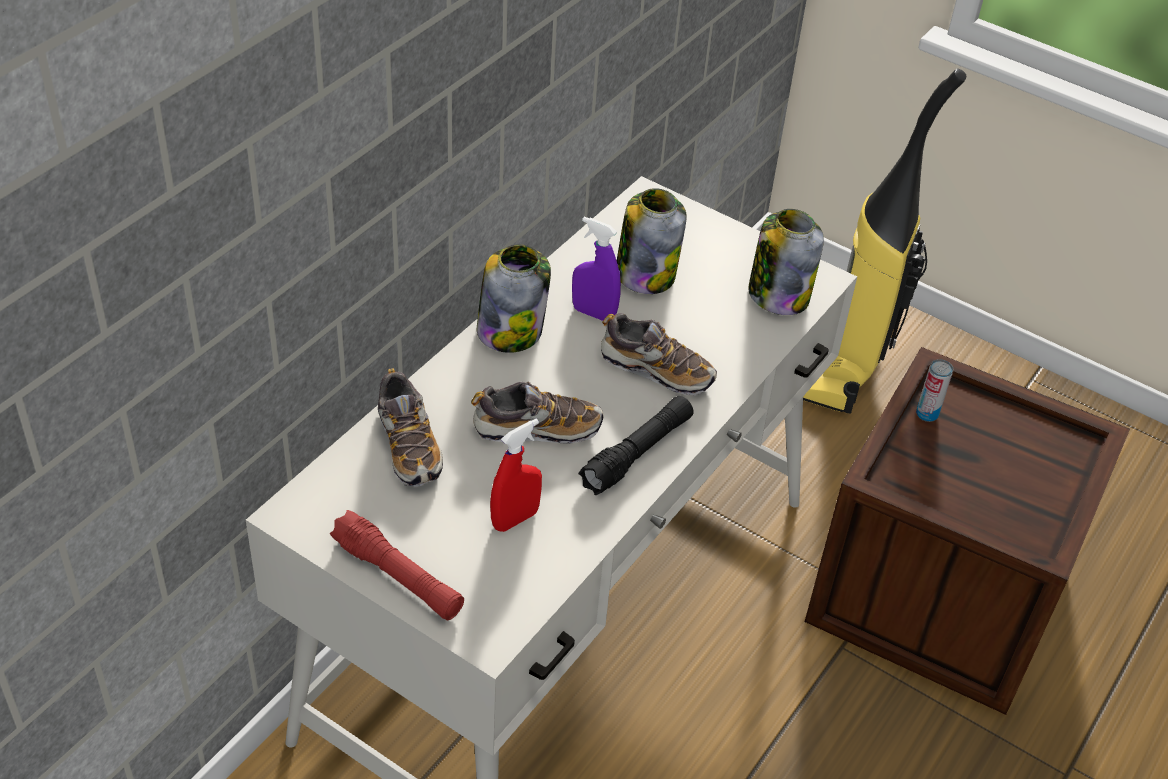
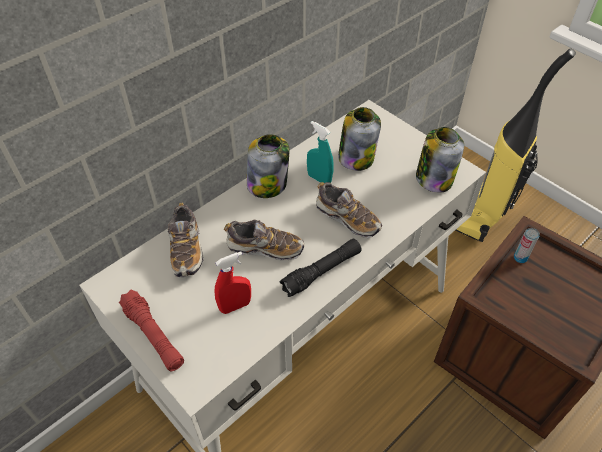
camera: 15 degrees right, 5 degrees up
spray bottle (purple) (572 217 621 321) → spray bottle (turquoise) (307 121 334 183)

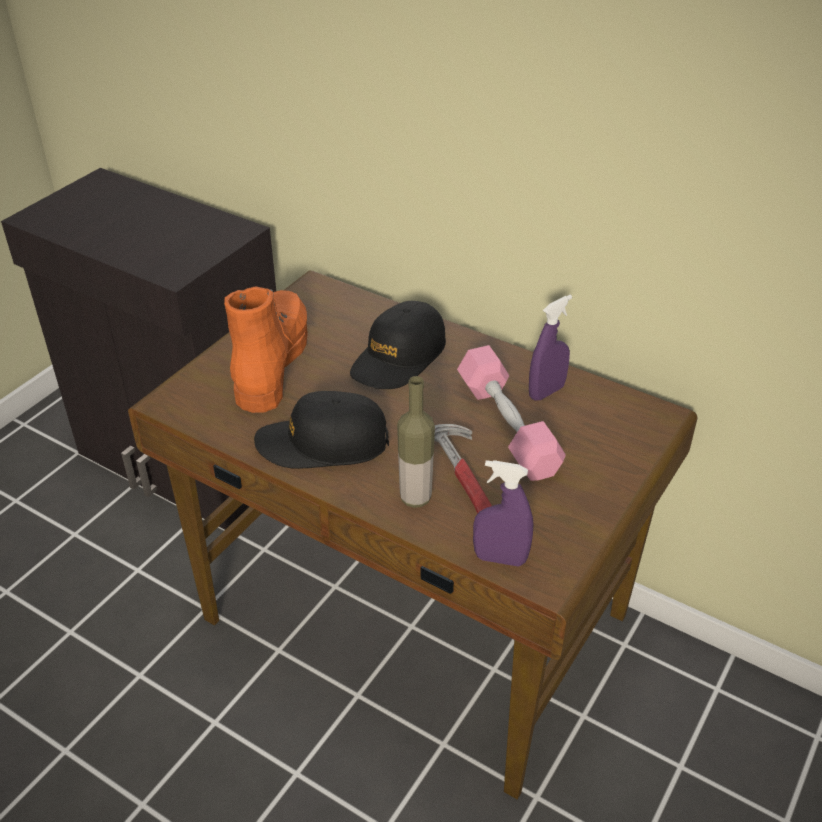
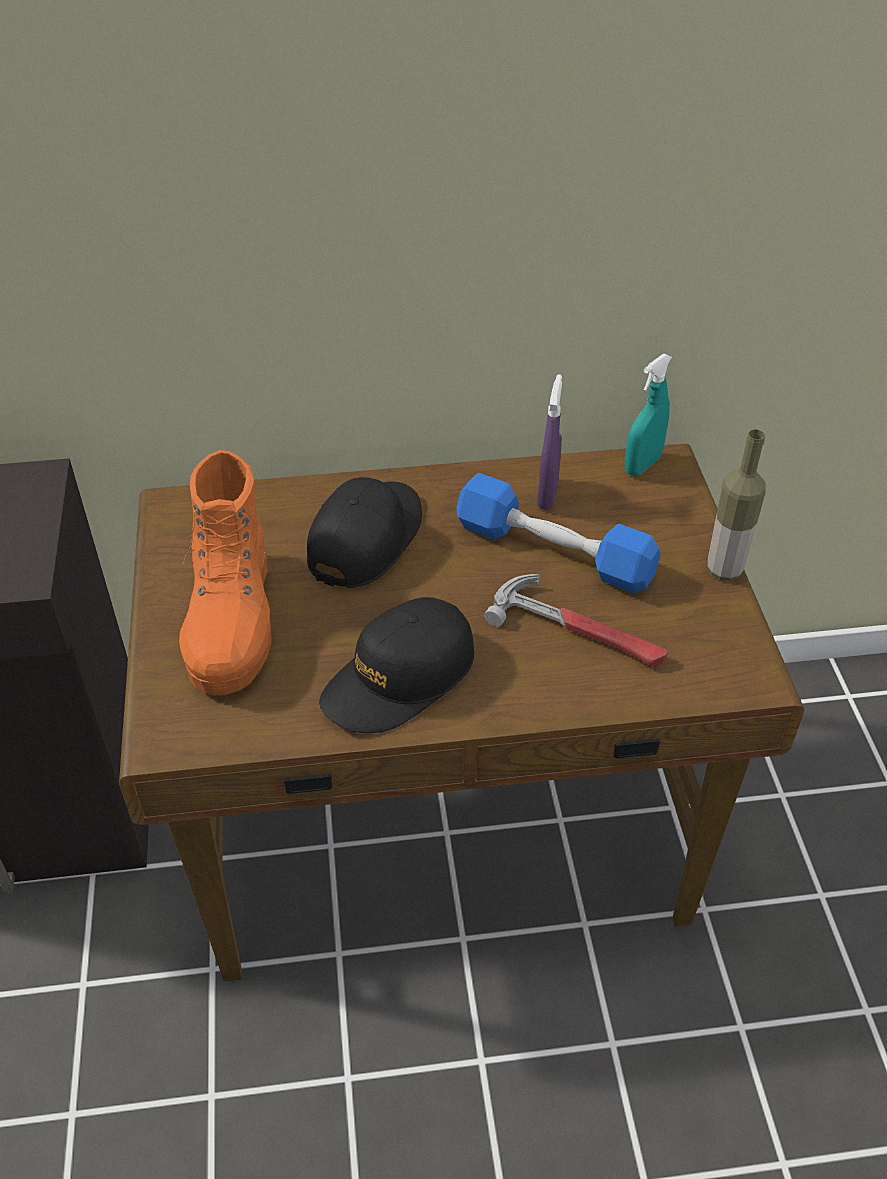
camera: 40 degrees left, 5 degrees up
boot (orange) (224 286 308 413) → boot (orange) (179 450 272 695), 150 degrees counterclockwise
cap (black) (350 301 446 389) → cap (black) (307 477 422 588), 150 degrees counterclockwise
dumbbell (pink) (457 345 566 481) → dumbbell (blue) (456 473 660 593)
- → spray bottle (turquoise) (625 353 672 476)
bottle (397 376 435 508) → bottle (707 429 766 581), relocated
spray bottle (purple) (473 460 533 567) → -

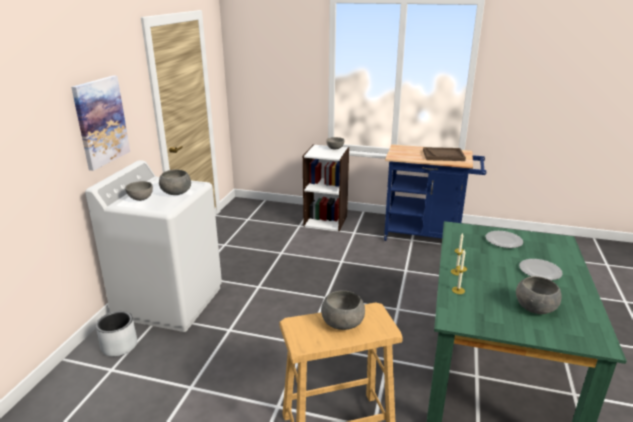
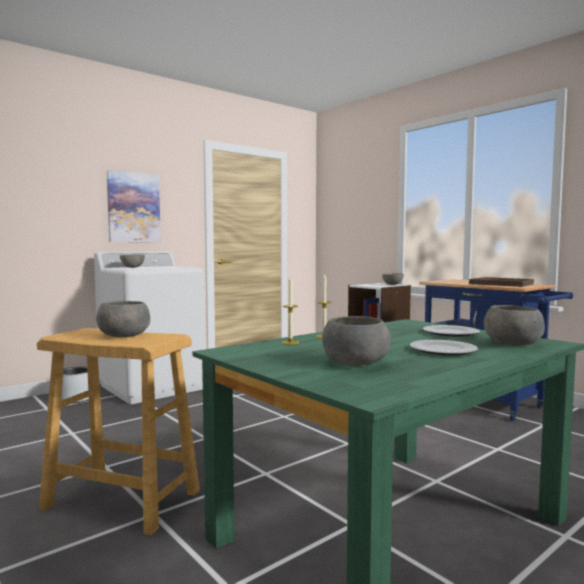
camera: 35 degrees right, 20 degrees down
bowl (grey) (159 170 191 195) → bowl (grey) (484 305 545 346), relocated

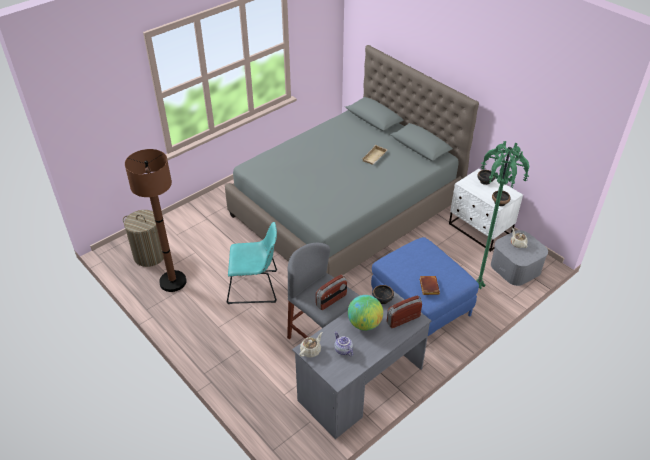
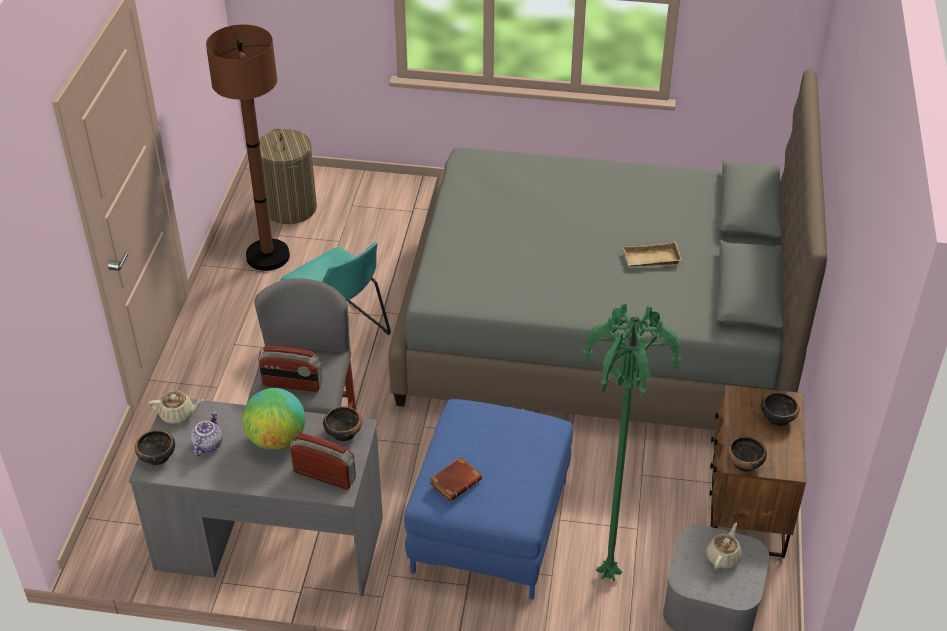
camera: 50 degrees right, 0 degrees up
- → bowl (135 430 175 466)
nightstand (white) (449 169 523 252) → nightstand (brown) (709 385 806 558)

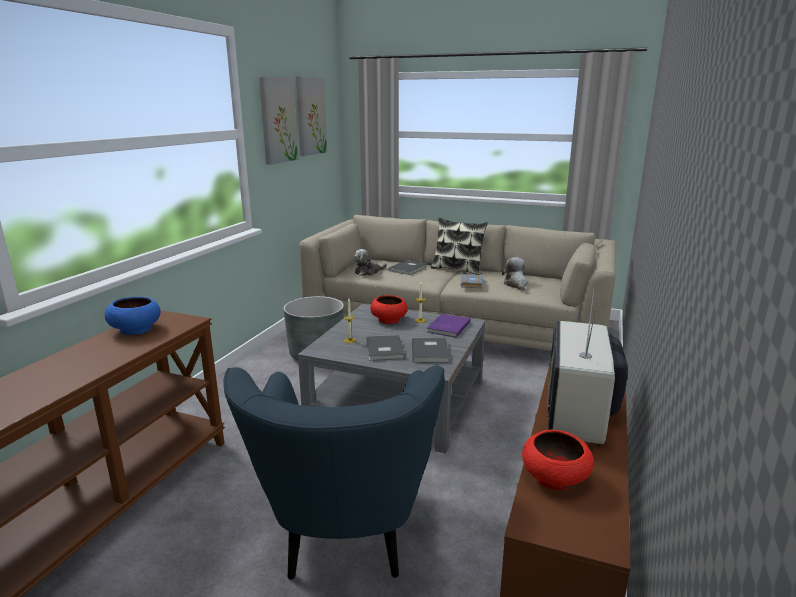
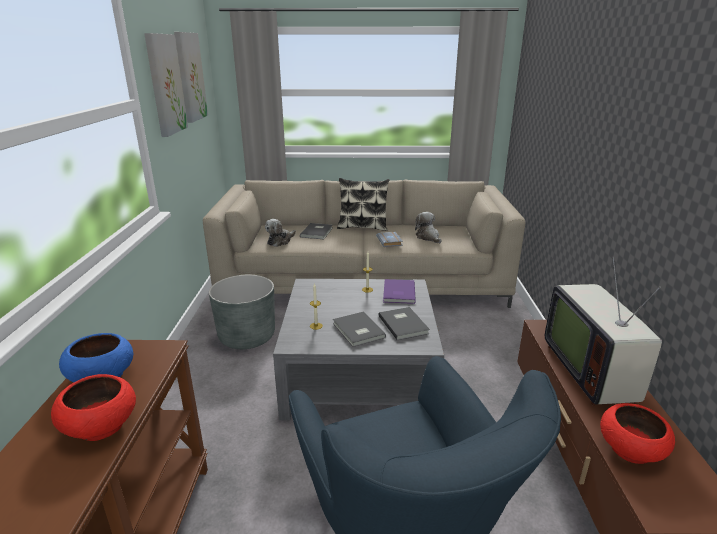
camera: 20 degrees left, 5 degrees up
bowl (red) (370 295 408 324) → bowl (red) (51 374 136 441), relocated

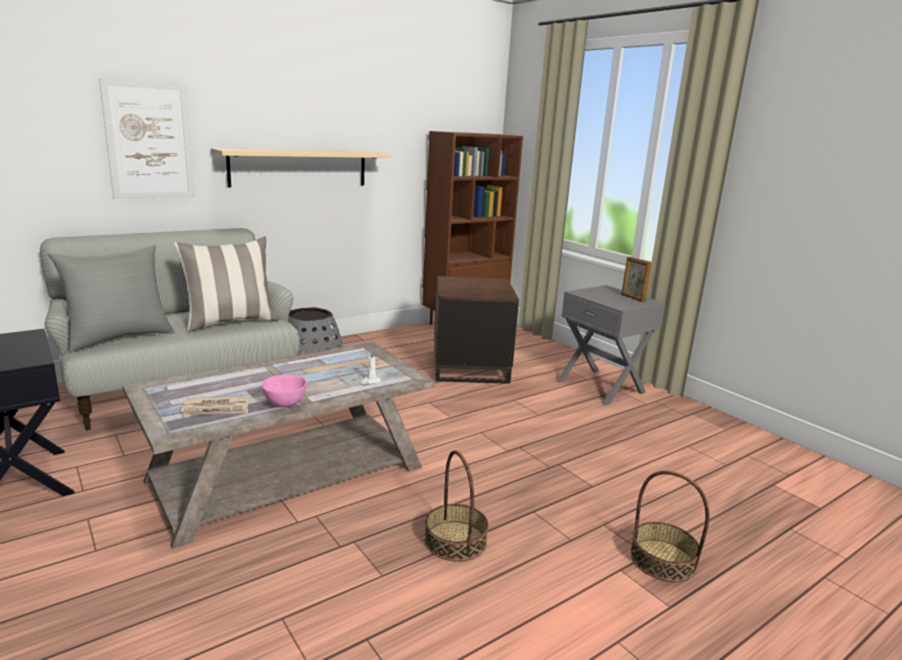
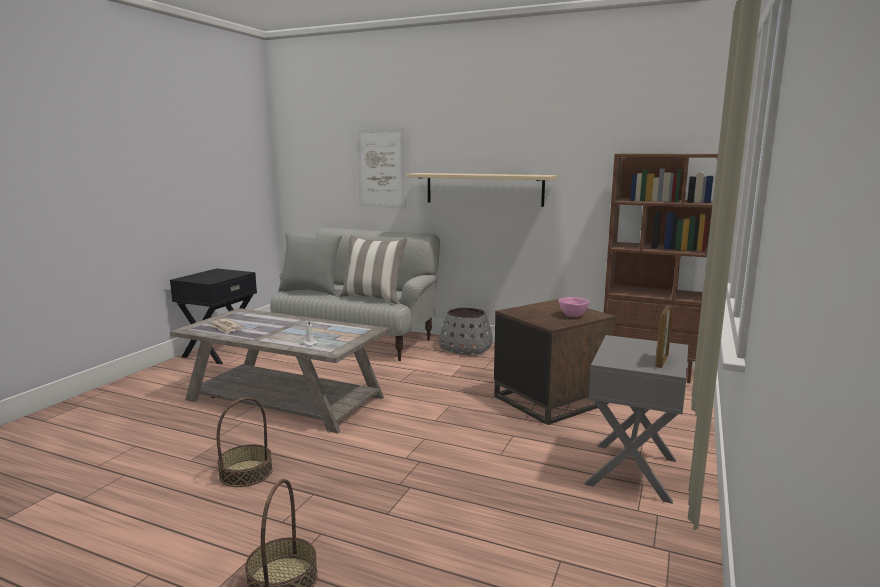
camera: 60 degrees right, 5 degrees down
bowl (pink) (262 375 307 407) → bowl (pink) (559 297 589 317), relocated

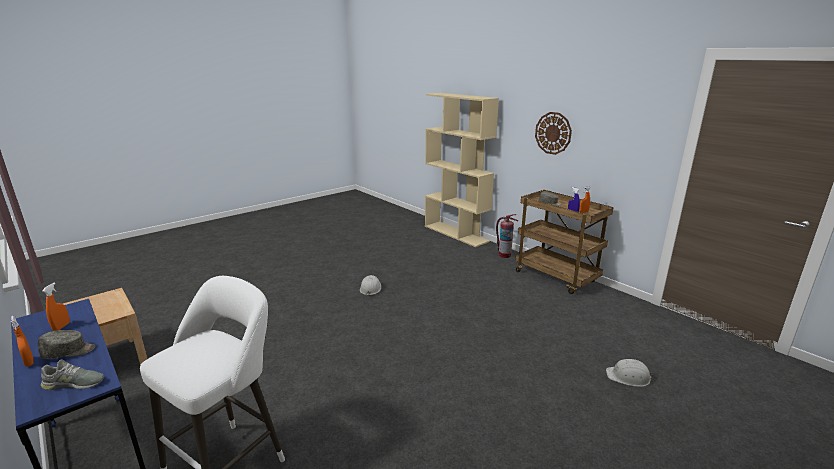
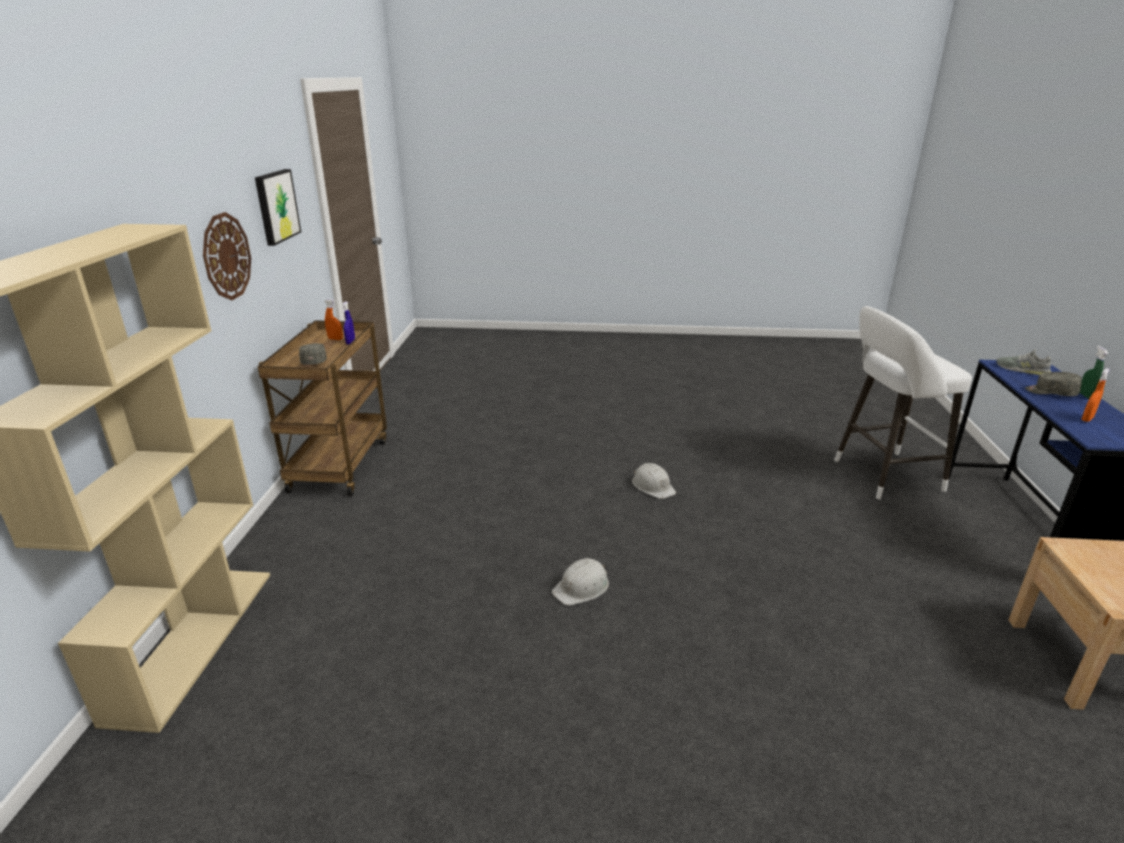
camera: 135 degrees left, 5 degrees up
- → picture (255 169 301 246)
hard hat (white) (606 359 653 387) → hard hat (white) (632 463 676 499), relocated
spray bottle (orange) (11 316 33 367) → spray bottle (green) (1080 346 1108 399)
fire extinguisher (496 214 518 258) → -

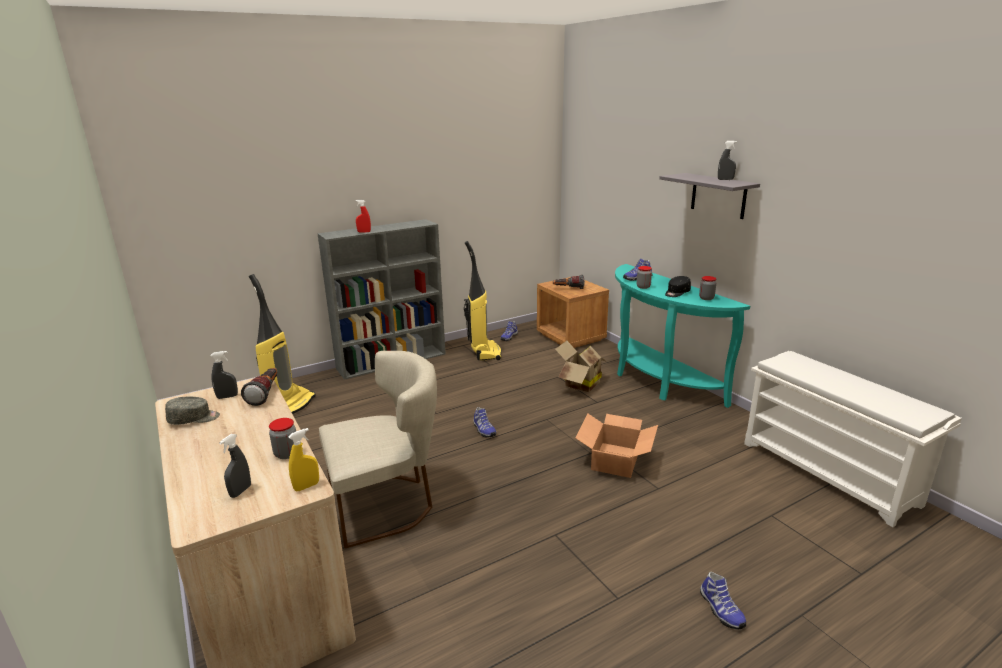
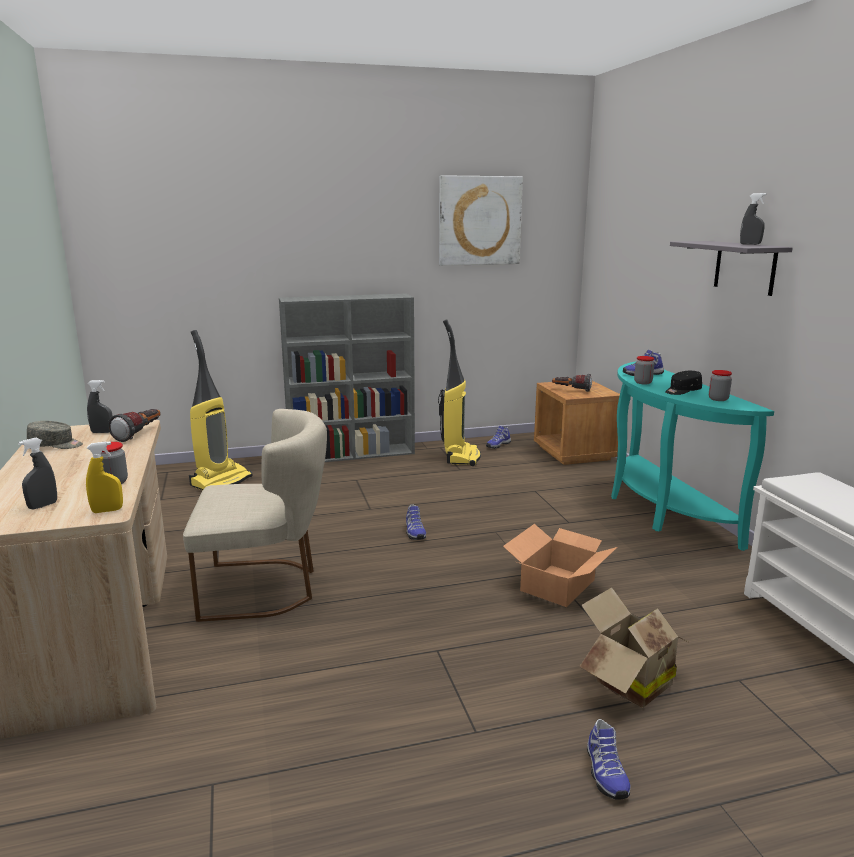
camera: 15 degrees right, 5 degrees down
- → picture (439 175 523 266)
cardboard box (555 341 607 392) → cardboard box (579 587 692 708), relocated
spray bottle (red) (355 200 371 233) → -

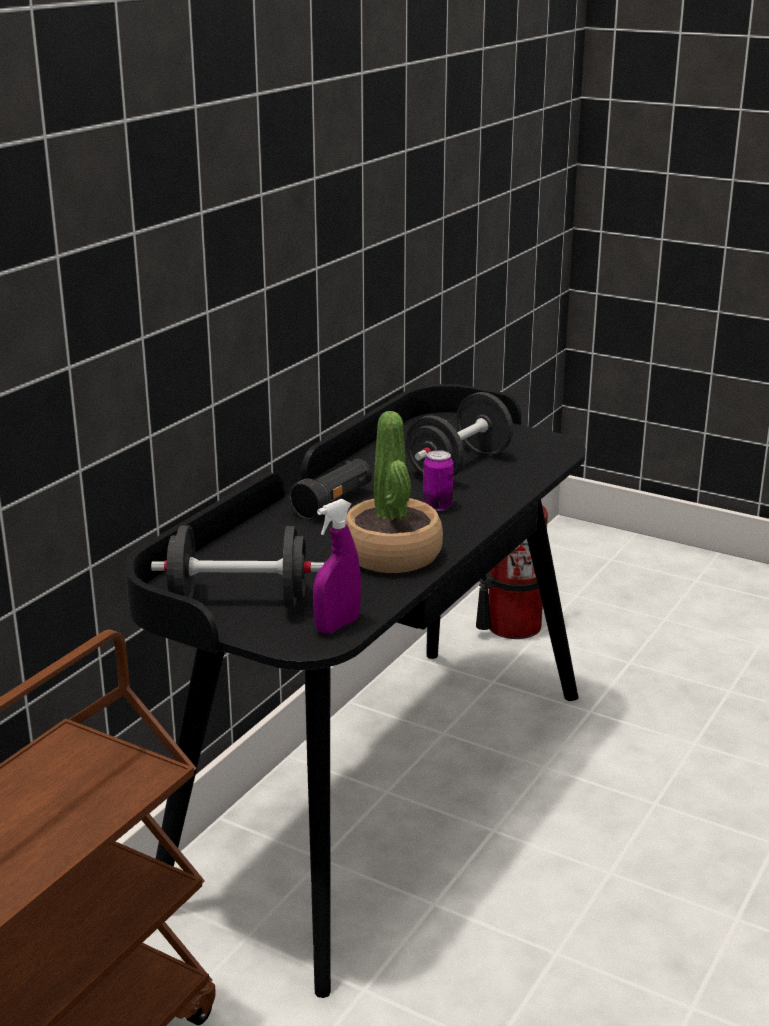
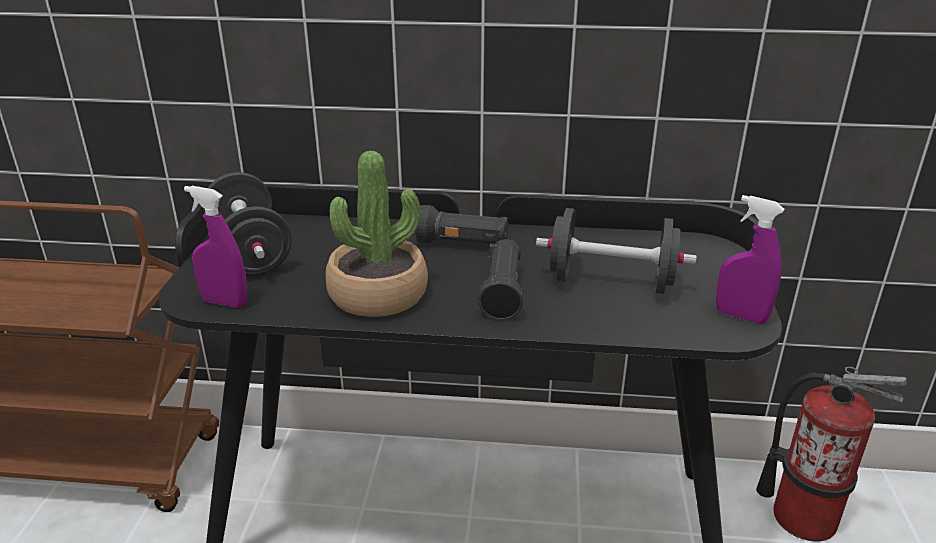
camera: 65 degrees right, 5 degrees up
can (423 450 454 511) → flashlight (black) (478 239 523 320)
- → spray bottle (purple) (716 195 785 324)

